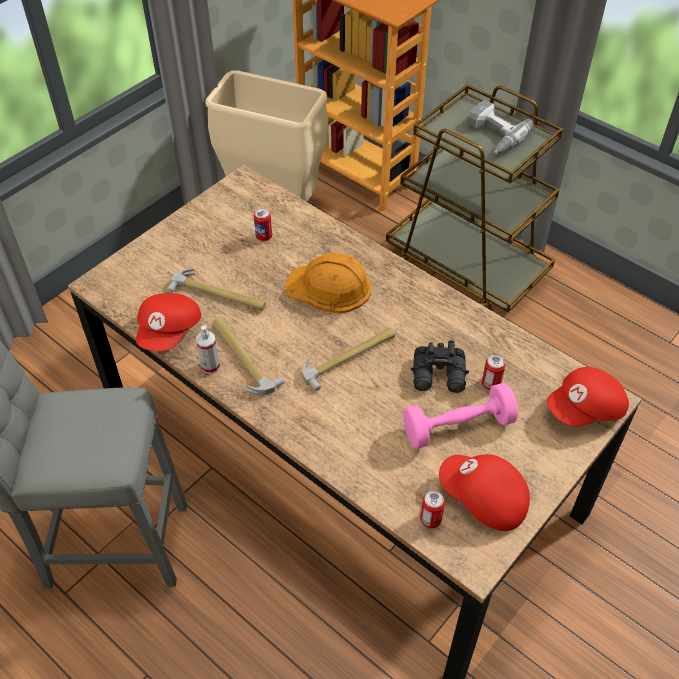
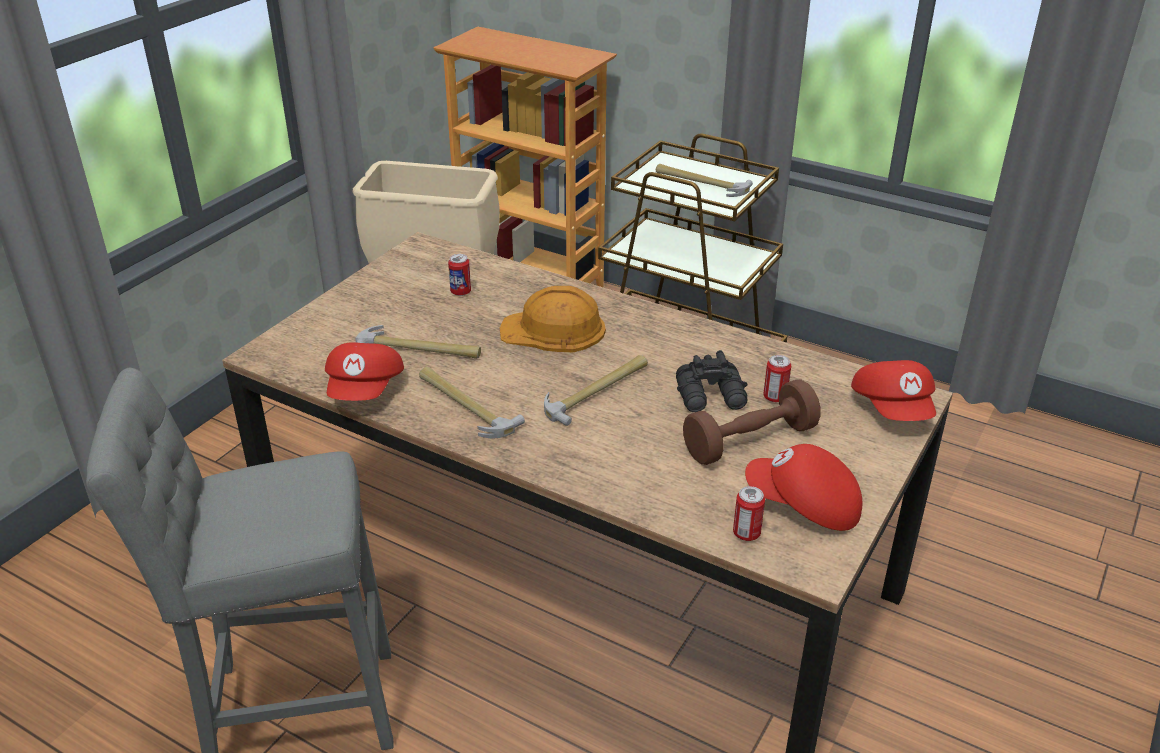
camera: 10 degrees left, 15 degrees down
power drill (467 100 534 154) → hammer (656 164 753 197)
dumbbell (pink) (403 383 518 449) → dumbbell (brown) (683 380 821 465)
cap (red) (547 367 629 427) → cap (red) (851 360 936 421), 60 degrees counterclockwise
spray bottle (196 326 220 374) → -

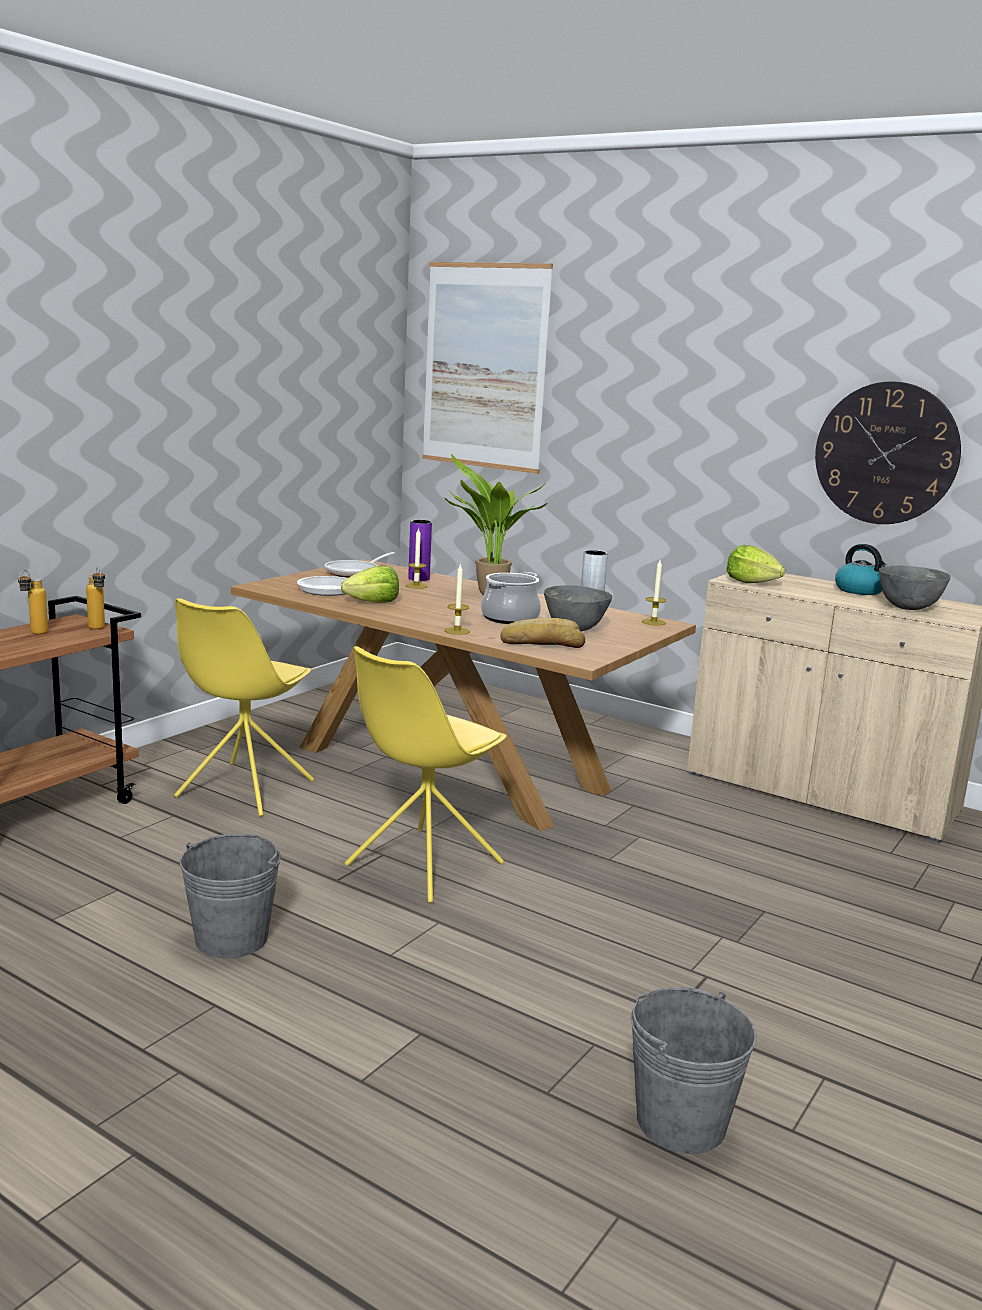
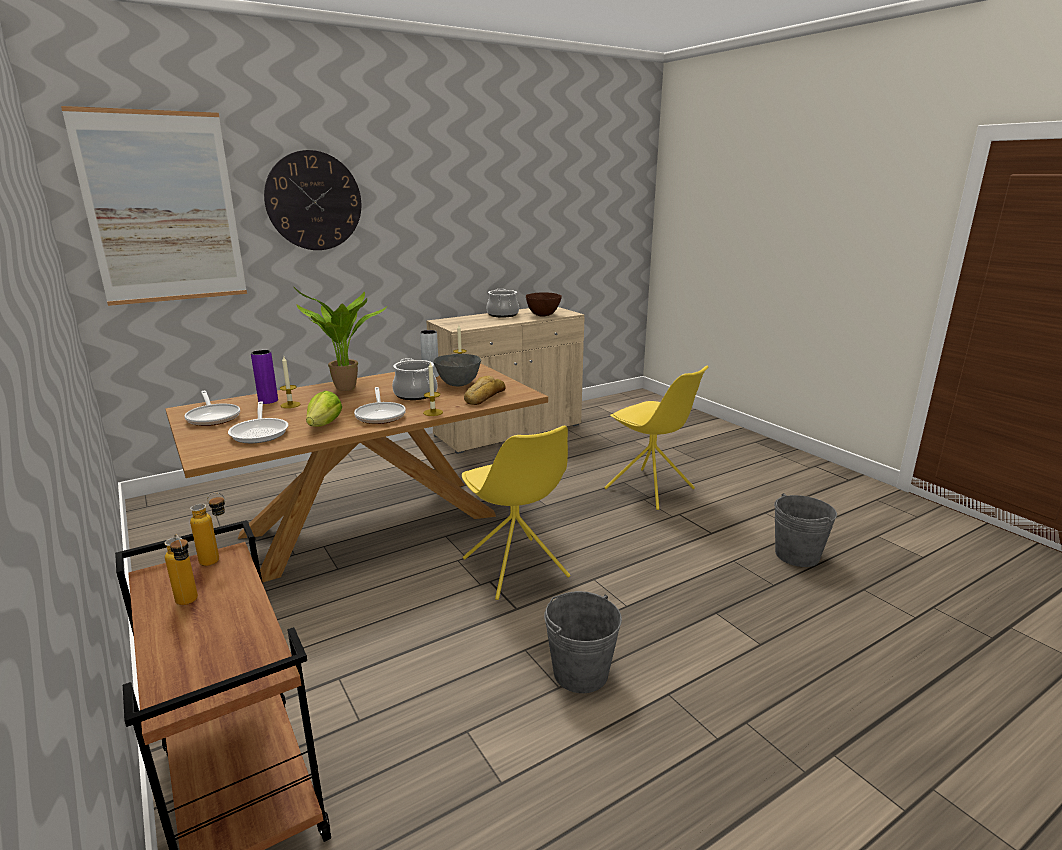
camera: 65 degrees left, 5 degrees up
wall clock (815 381 961 524) → wall clock (264 150 361 250), relocated
- → frying pan (354 387 406 424)
kettle (835 544 889 595) → cooking pot (487 289 519 317)
bowl (grey) (879 565 951 610) → bowl (brown) (526 292 562 316)
chair (yellow) (174 598 314 817) → chair (yellow) (604 365 708 510), relocated
lettuce (727 545 785 583) → -

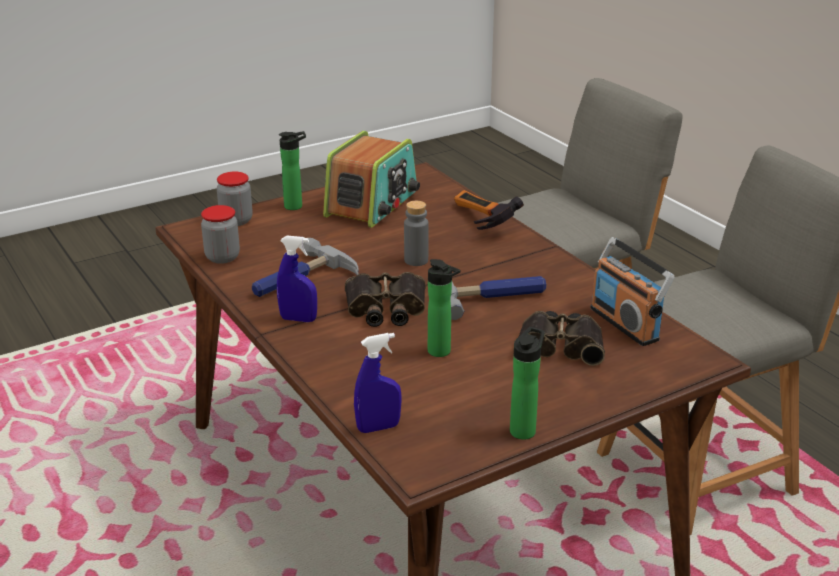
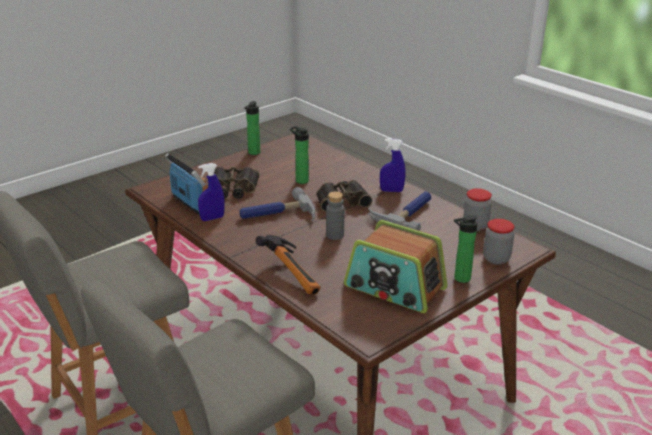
camera: 170 degrees right, 0 degrees up
spray bottle (blue) (354 333 401 433) → spray bottle (blue) (198 163 225 221), relocated
radio (323 131 420 228) → radio (344 220 447 313), 75 degrees counterclockwise

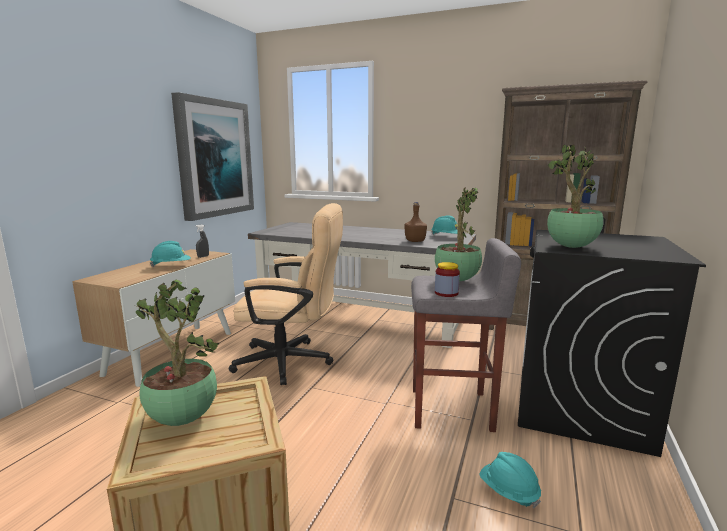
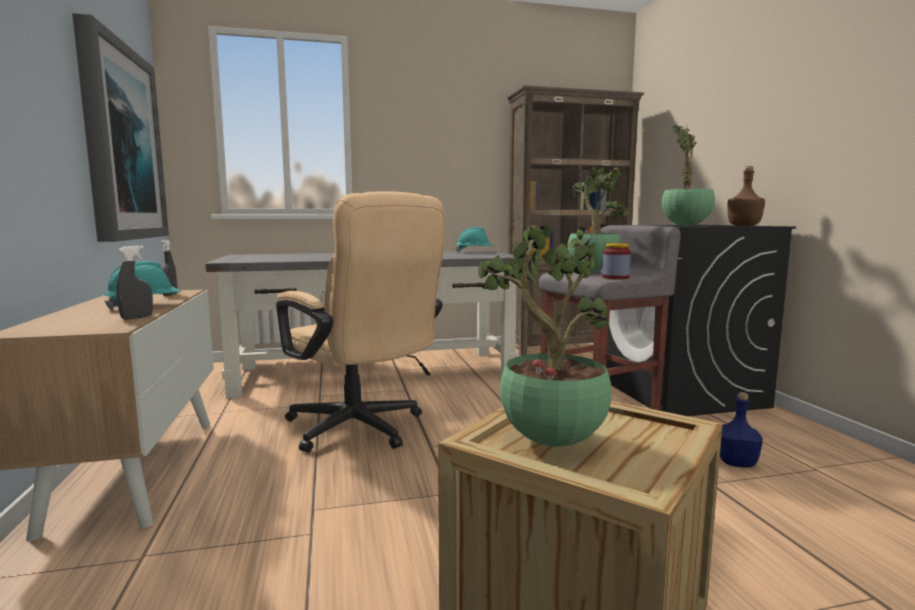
camera: 35 degrees left, 5 degrees down
- → spray bottle (grey) (116 245 153 320)
office chair (beige) (229 203 343 385) → office chair (beige) (276 191 445 453), 75 degrees clockwise
hard hat (turquoise) (480 452 541 508) → bottle (blue) (720 392 763 467)
bottle (brown) (404 202 427 242) → bottle (brown) (727 166 765 226), relocated

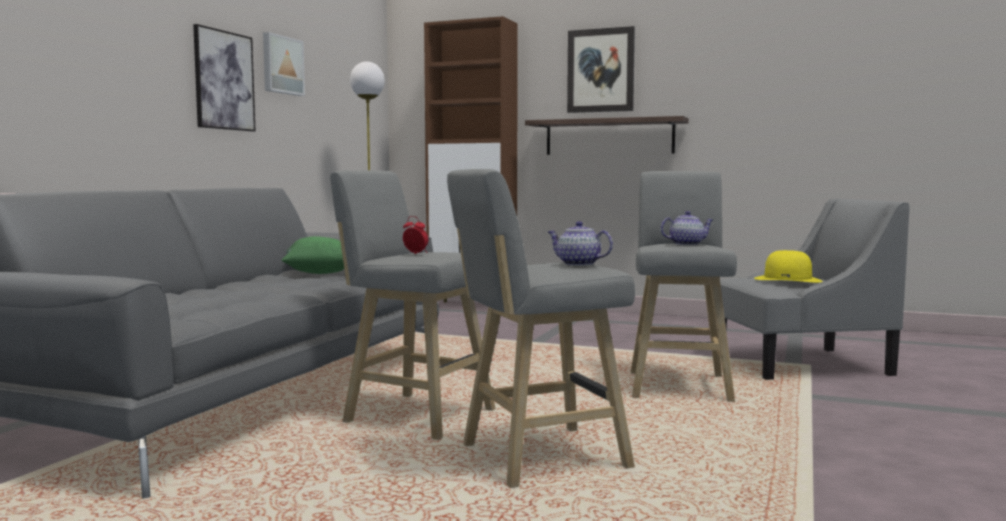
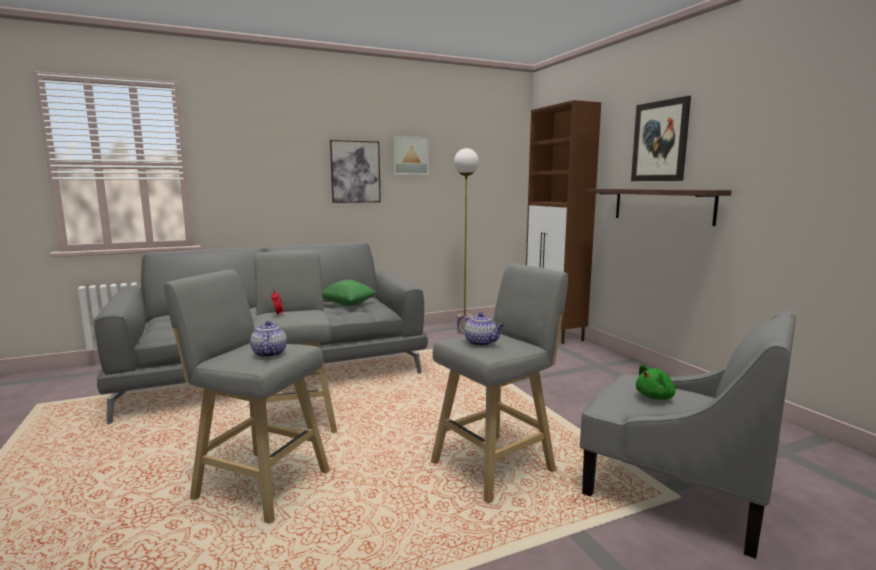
camera: 45 degrees right, 5 degrees up
hat (yellow) (754 250 823 283) → plush toy (green) (636 364 677 400)

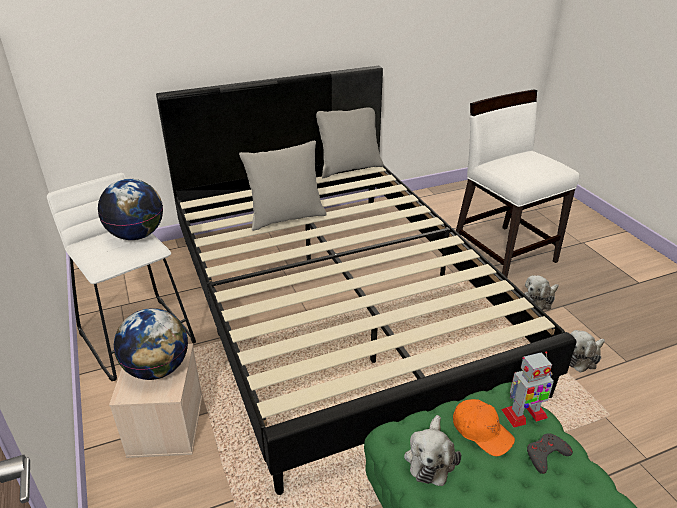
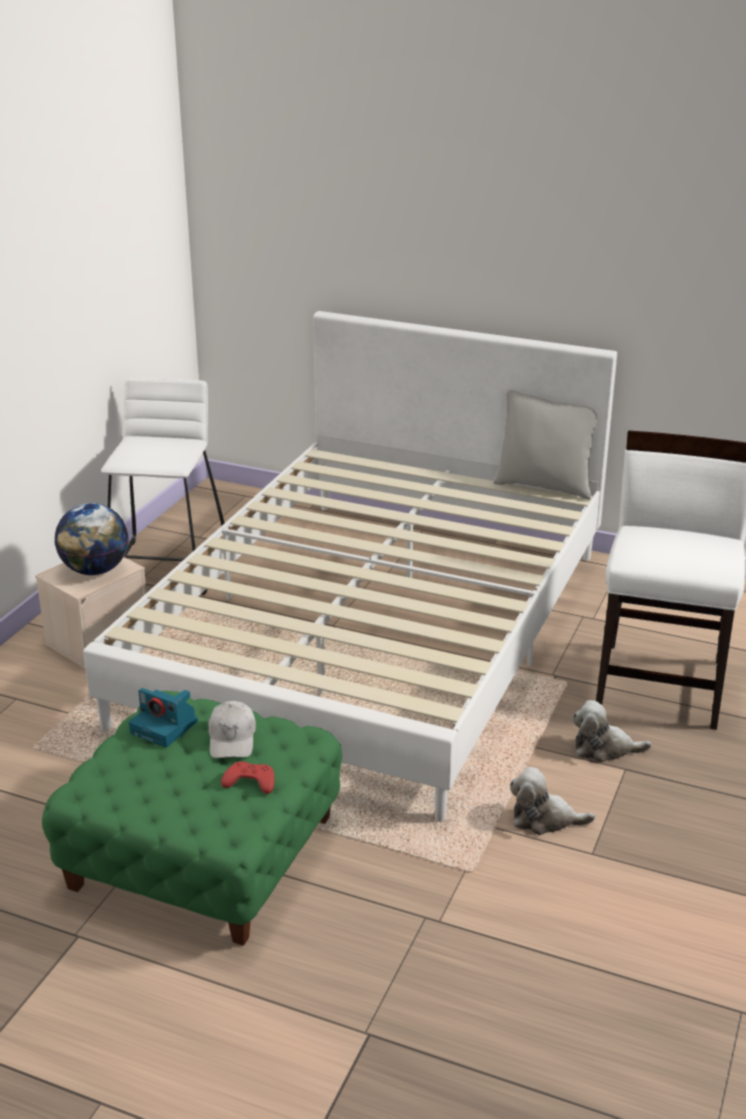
camera: 45 degrees right, 5 degrees down
bed (black) (156 66 576 495) → bed (white) (83 311 617 822)
plush toy (404 415 461 486) → photo camera (129 688 198 748)
cap (orange) (453 399 515 456) → cap (white) (208 701 256 758)
game controller (grey) (527 433 573 474) → game controller (red) (221 761 274 794)
globe (98 179 163 240) → -
pillow (grey) (239 140 327 231) → -
toy robot (501 351 554 428) → -

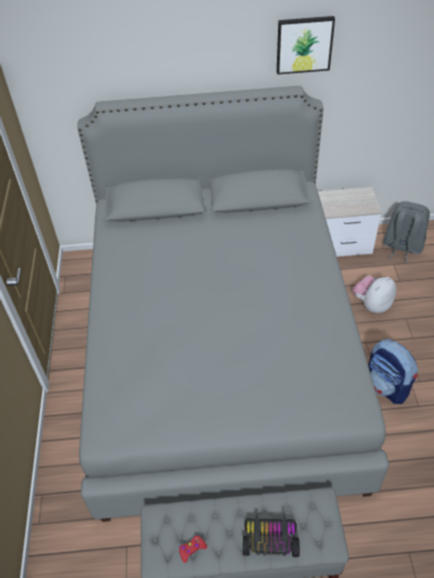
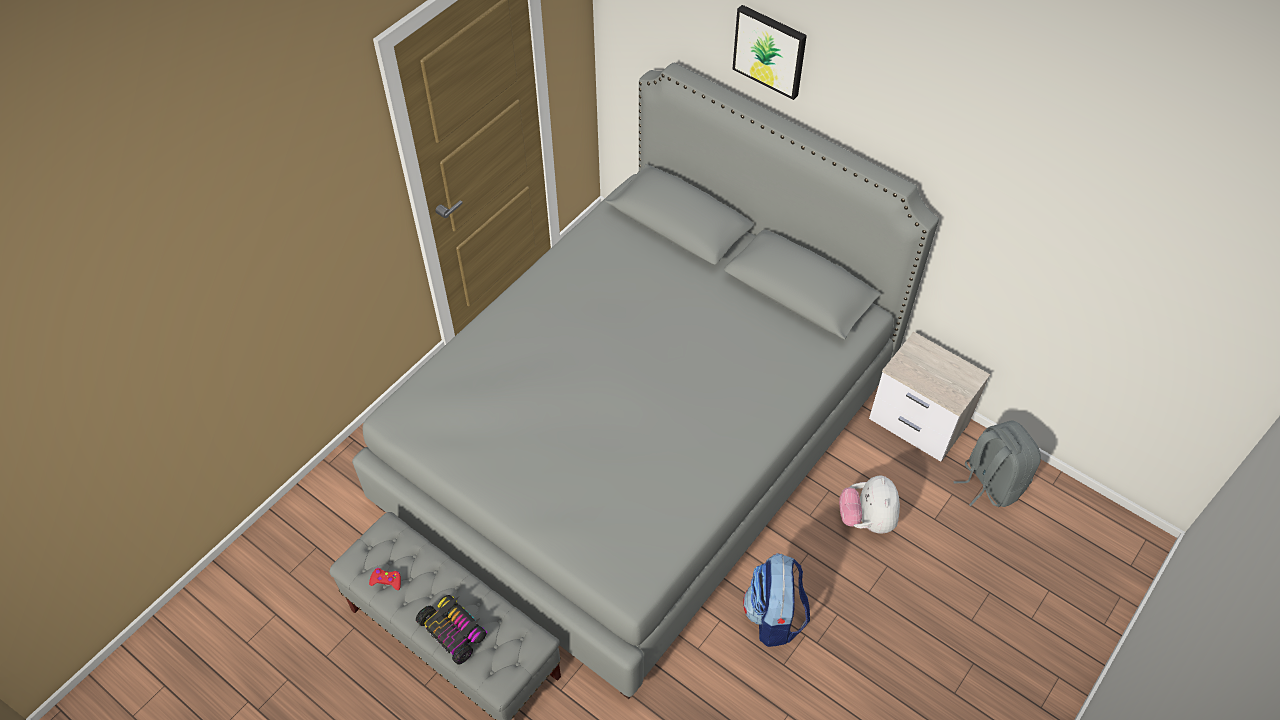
camera: 40 degrees right, 5 degrees up
picture (277 16 335 75) → picture (733 5 807 100), relocated
plush toy (353 276 396 313) → plush toy (839 476 900 534), 90 degrees counterclockwise

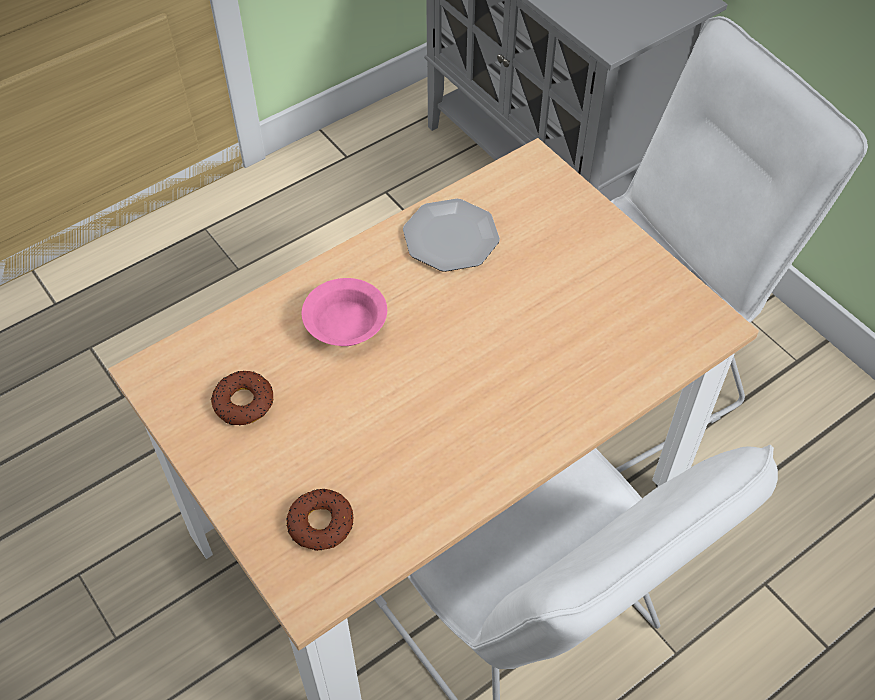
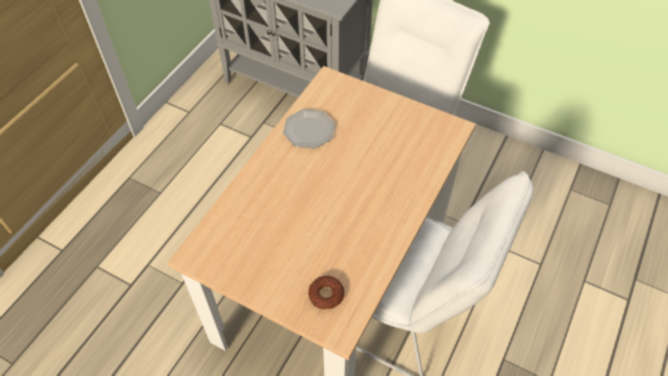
camera: 25 degrees left, 0 degrees up
donut (211 370 273 425) → -
bowl (pink) (302 278 387 346) → -

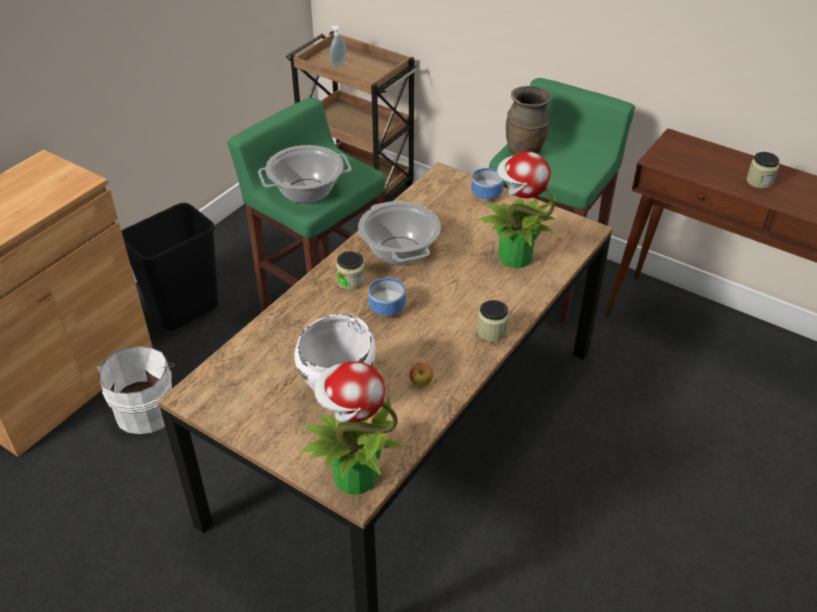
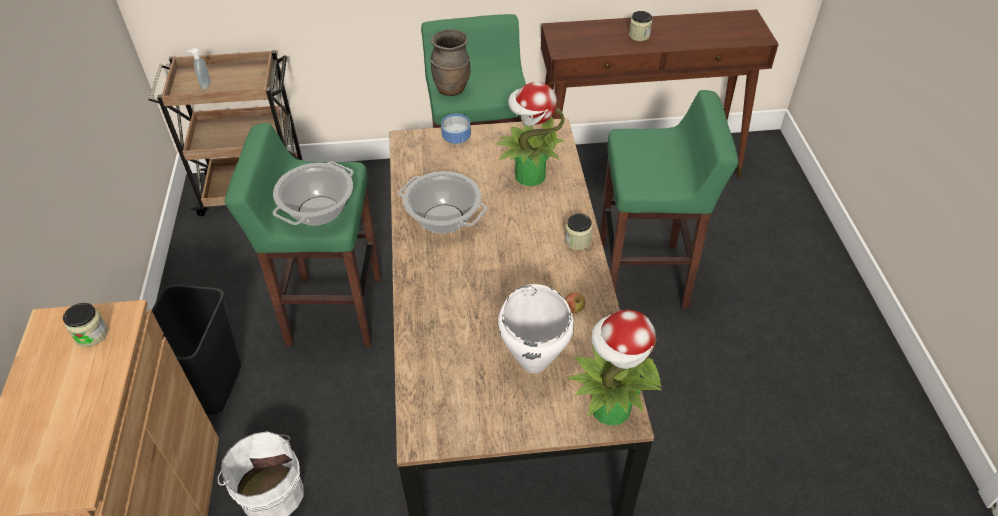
camera: 40 degrees left, 5 degrees up
jar (336 251 365 290) → jar (63 303 108 347), relocated
- → stool (green) (600 90 738 308)
bowl (369 278 406 316) → -

